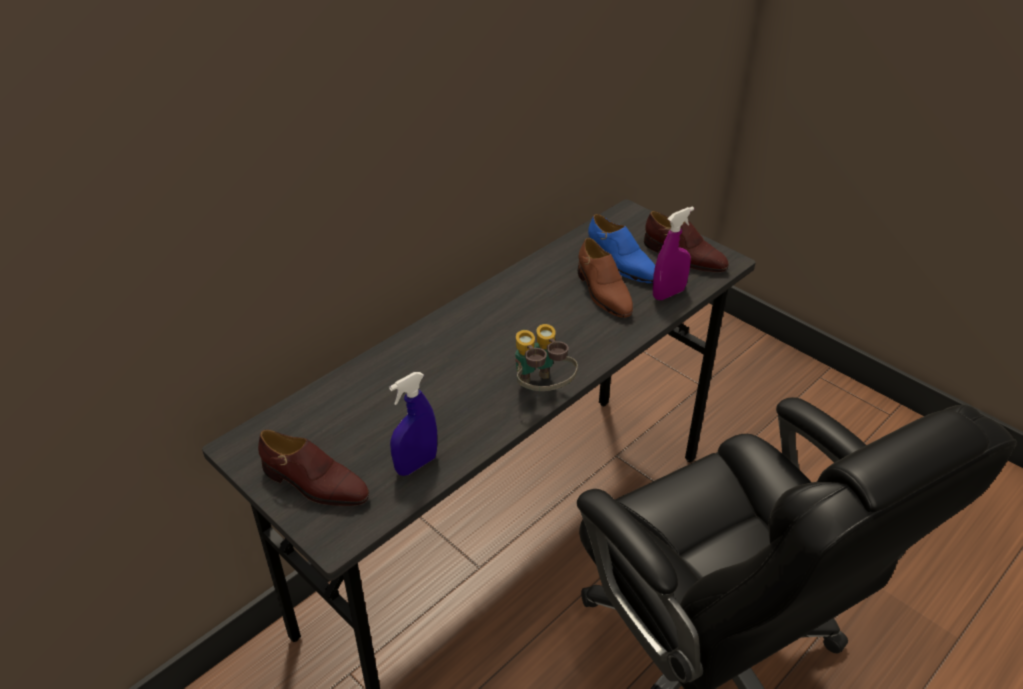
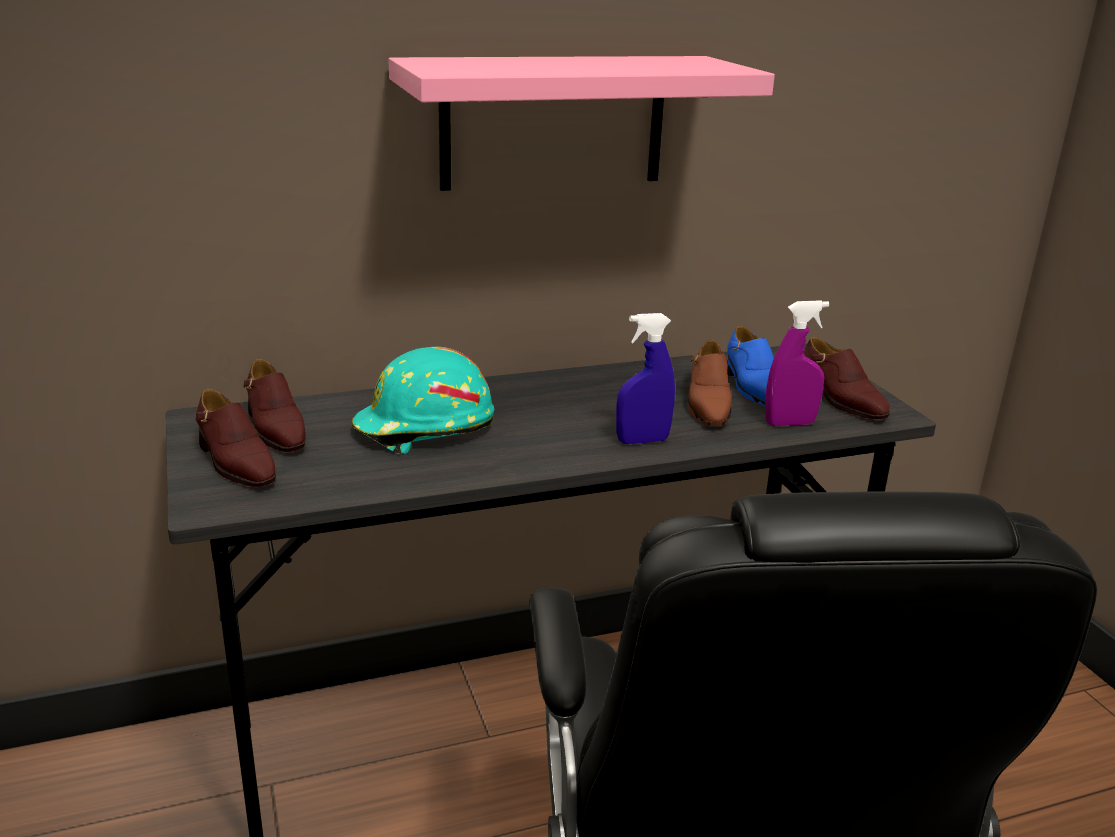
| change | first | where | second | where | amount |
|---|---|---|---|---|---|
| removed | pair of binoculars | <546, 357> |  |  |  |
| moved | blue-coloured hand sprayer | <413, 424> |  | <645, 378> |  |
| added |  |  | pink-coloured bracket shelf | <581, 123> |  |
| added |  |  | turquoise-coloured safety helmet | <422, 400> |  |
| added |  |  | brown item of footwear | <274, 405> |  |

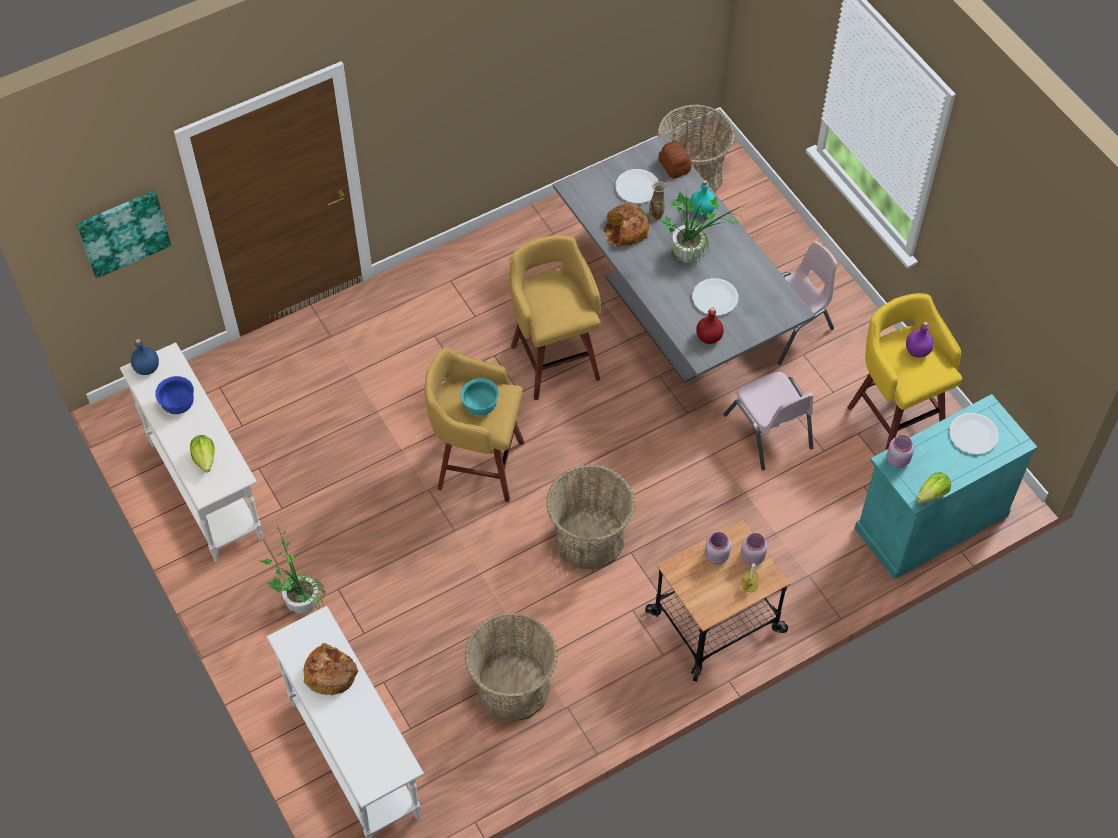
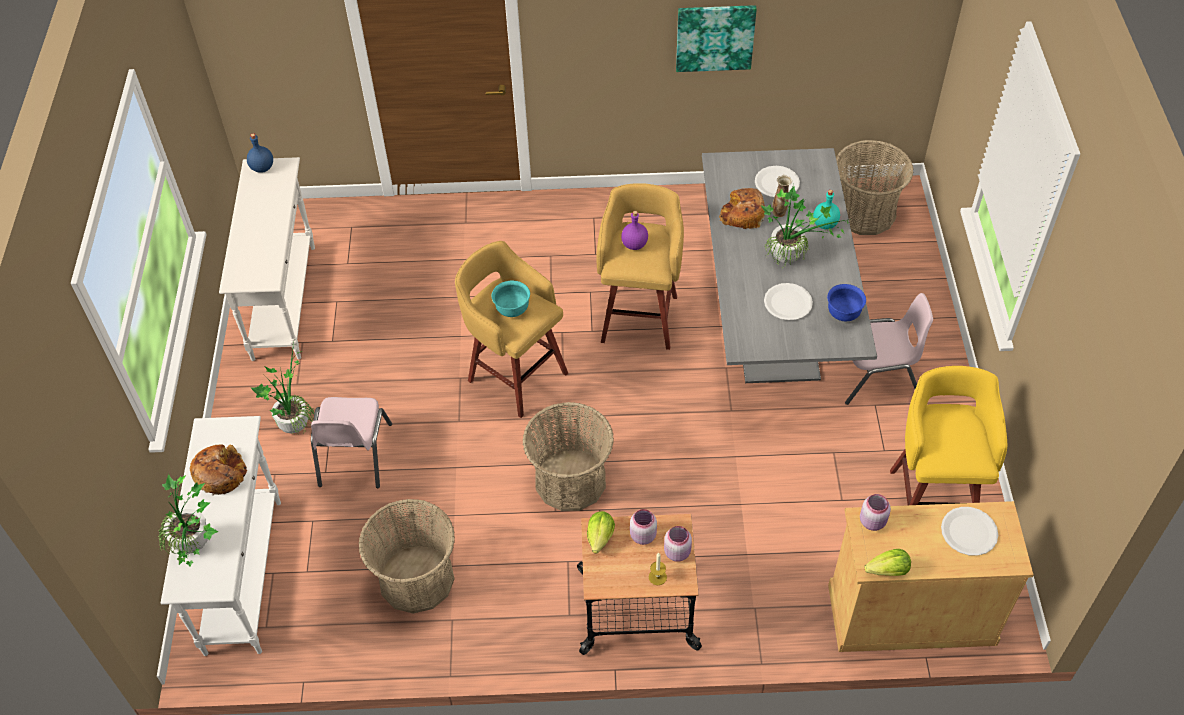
| change | first | where | second | where | amount |
|---|---|---|---|---|---|
| removed | baked bread | <675, 159> |  |  |  |
| moved | wall picture | <123, 235> |  | <716, 38> |  |
| removed | reddish drink bottle | <710, 326> |  |  |  |
| moved | purple-coloured drink bottle | <920, 339> |  | <634, 230> |  |
| moved | pink-coloured upright chair | <768, 421> |  | <351, 442> |  |
| moved | blue-coloured deep dish | <174, 395> |  | <846, 302> |  |
| recoloured | turquoise-coloured cupboard | <946, 486> | beige cupboard | <931, 576> |  |
| moved | lettuce head | <202, 453> |  | <601, 532> |  |
| added |  |  | houseplant | <188, 520> |  |

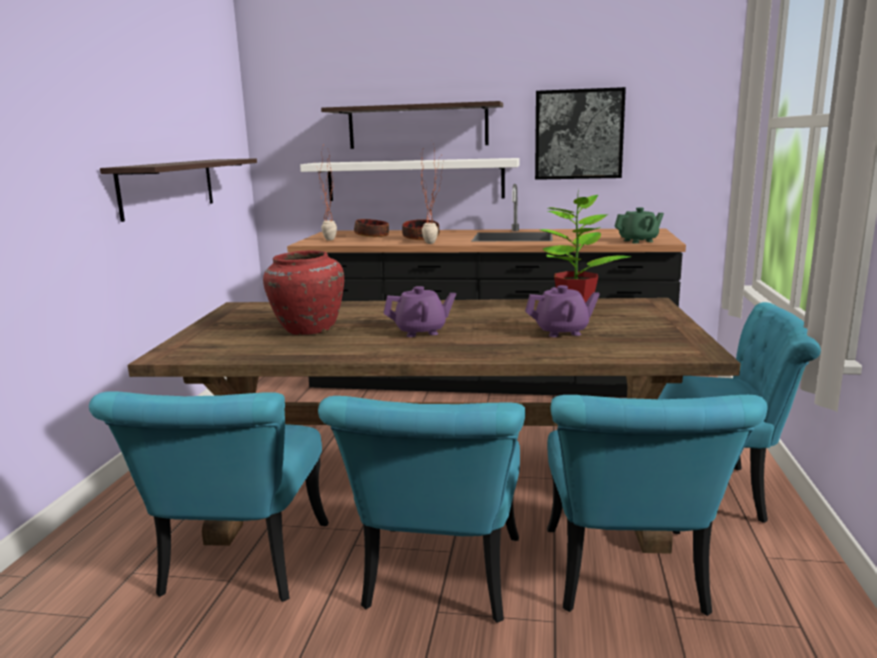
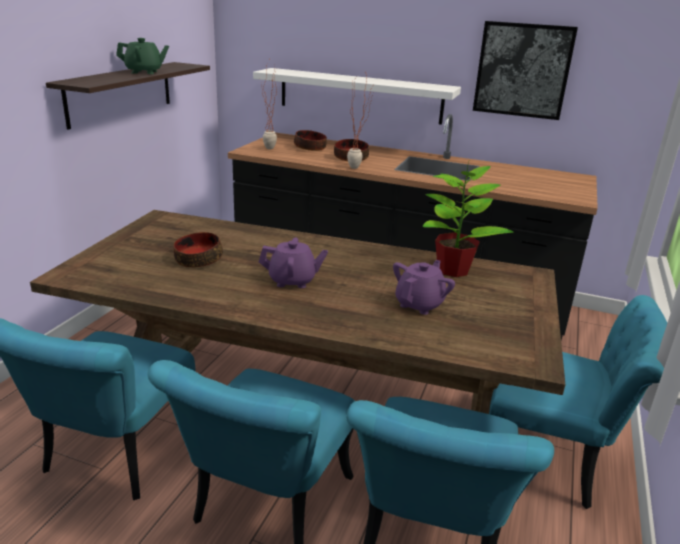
| change | first | where | second | where | amount |
|---|---|---|---|---|---|
| removed | bracket shelf | <412, 125> |  |  |  |
| moved | green teapot | <639, 225> |  | <142, 56> |  |
| replaced | reddish vase | <303, 292> | deep dish | <198, 250> |  |
| turned | purple-coloured teapot | <562, 311> |  | <424, 287> | 60 degrees counterclockwise |

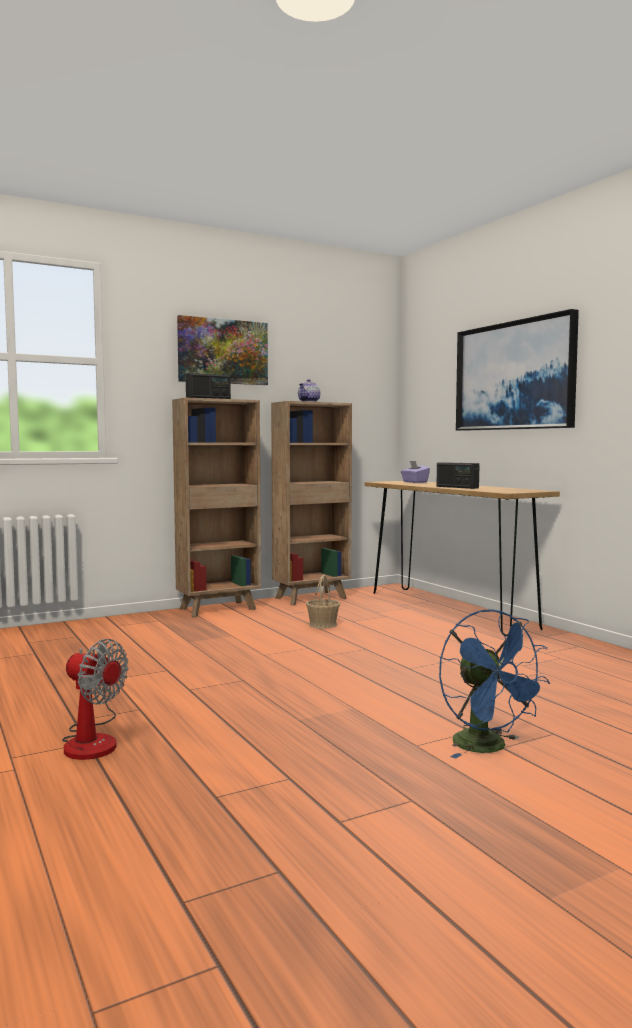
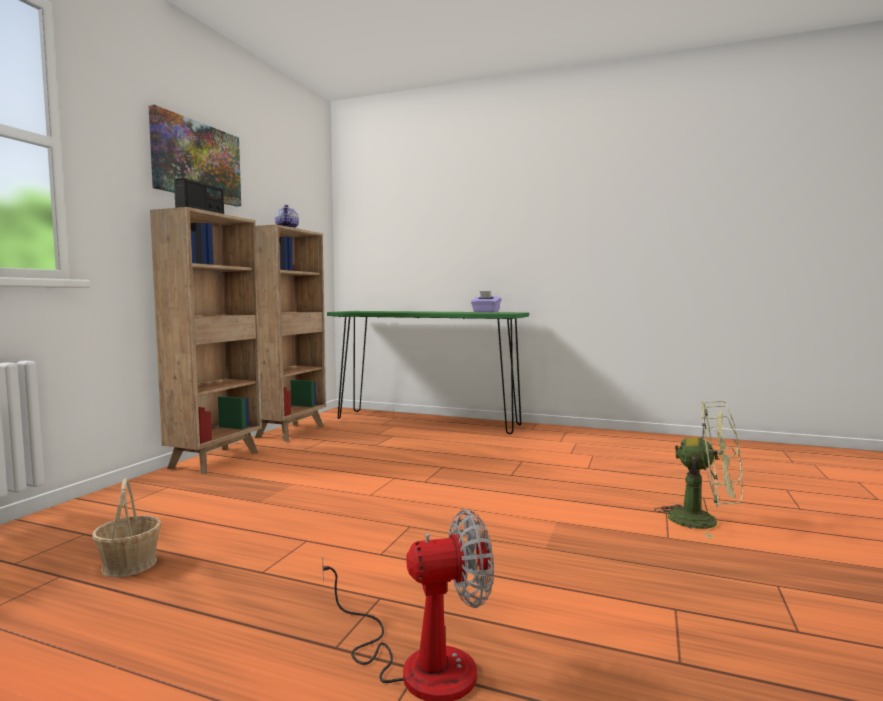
| change | first | where | second | where | amount |
|---|---|---|---|---|---|
| removed | wall picture | <517, 370> |  |  |  |
| moved | purple-coloured box of tissues | <415, 472> |  | <486, 301> |  |
| removed | radio | <458, 475> |  |  |  |
| recoloured | brown hall table | <462, 558> | green hall table | <428, 372> |  |
| moved | basket | <323, 601> |  | <127, 528> |  |
| recoloured | blue-coloured cooling fan | <494, 684> | green cooling fan | <698, 469> |  |

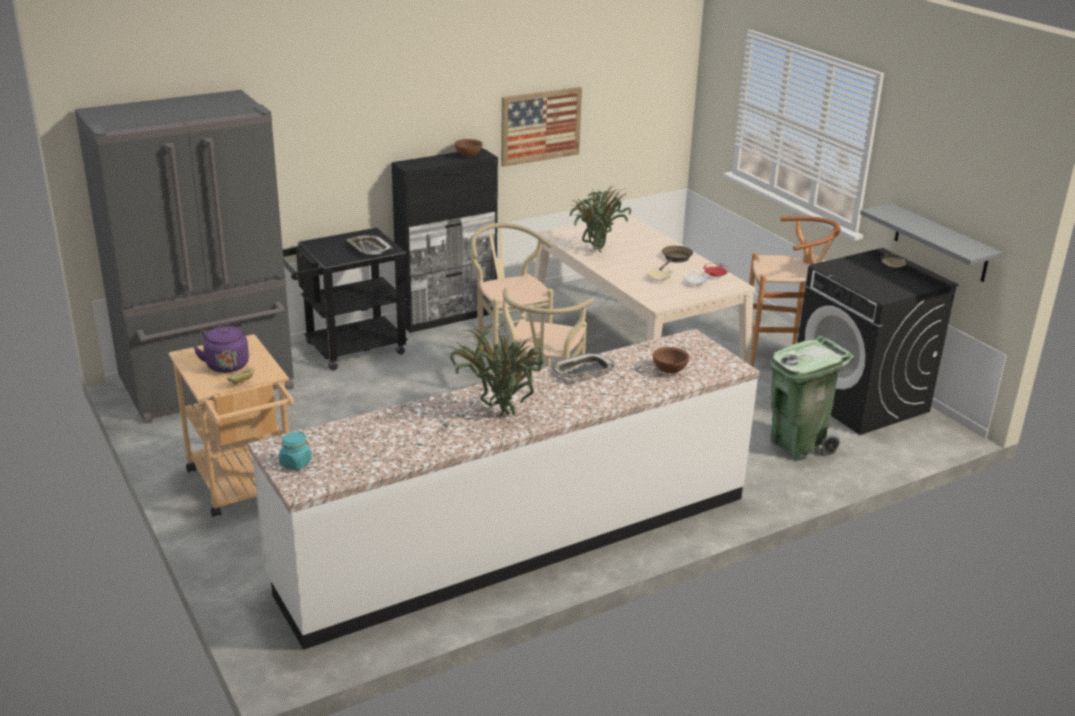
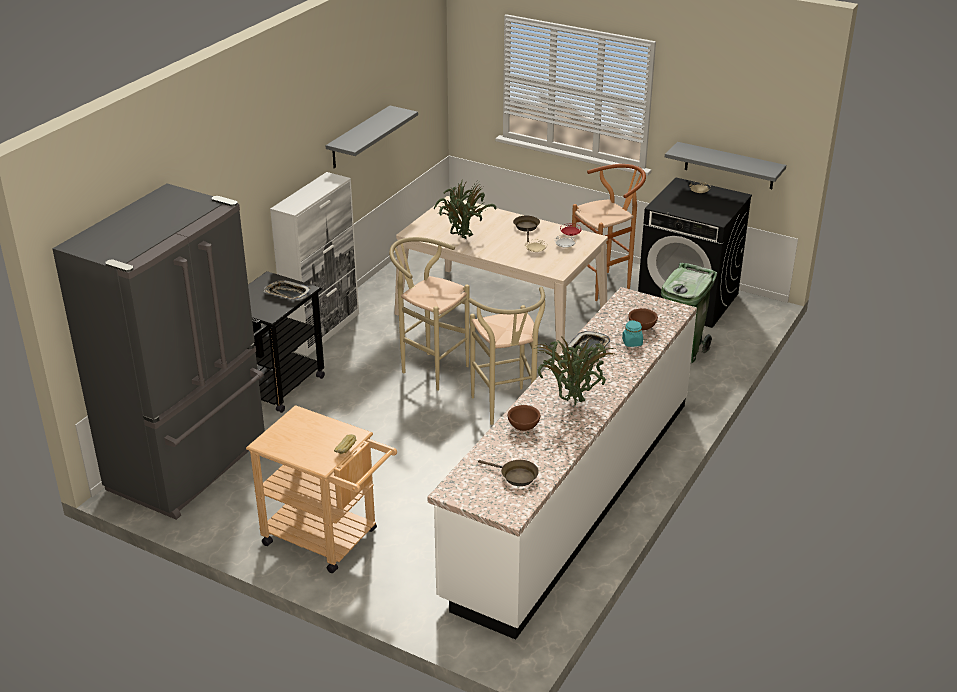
| change | first | where | second | where | amount |
|---|---|---|---|---|---|
| replaced | wall picture | <541, 127> | gray bracket shelf | <372, 137> |  |
| moved | brown deep dish | <468, 148> |  | <524, 418> |  |
| recoloured | blackish cupboard | <444, 240> | whitish cupboard | <314, 264> |  |
| removed | purple-coloured tea kettle | <221, 348> |  |  |  |
| moved | turquoise-coloured jar | <295, 450> |  | <632, 333> |  |
| added |  |  | brown frying pan | <508, 473> |  |

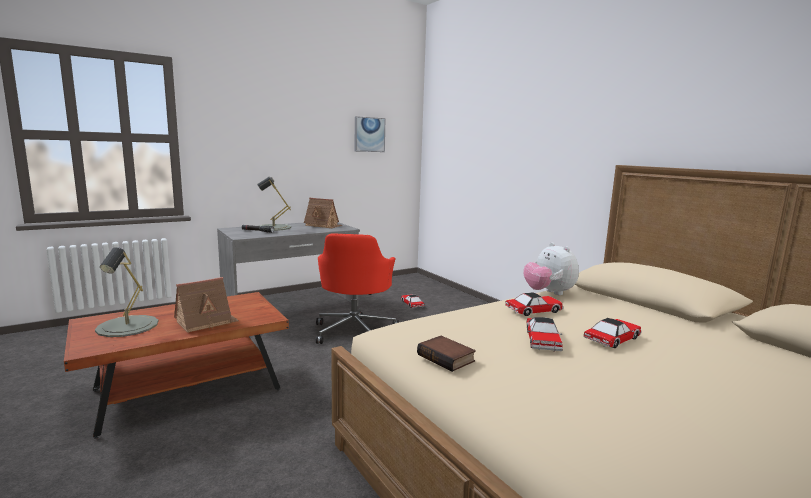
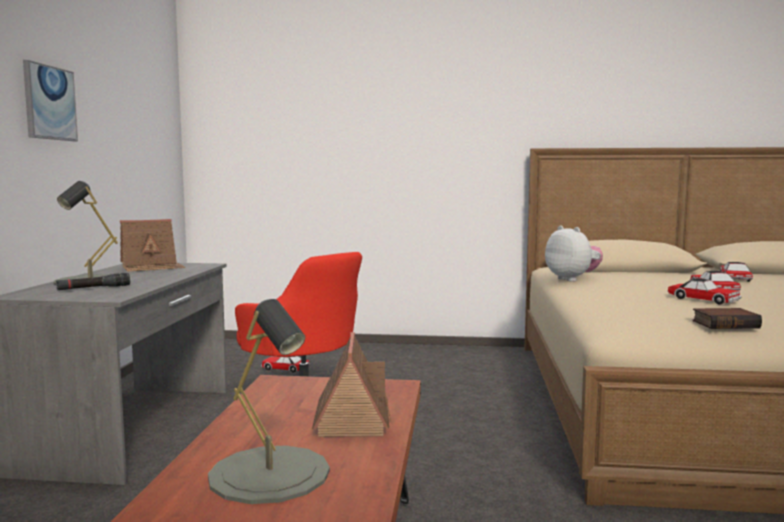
| change | first | where | second | where | amount |
|---|---|---|---|---|---|
| moved | wall picture | <370, 134> |  | <50, 100> |  |
| turned | plush toy | <551, 268> |  | <574, 253> | 135 degrees counterclockwise |
| moved | model car | <534, 304> |  | <736, 272> |  |

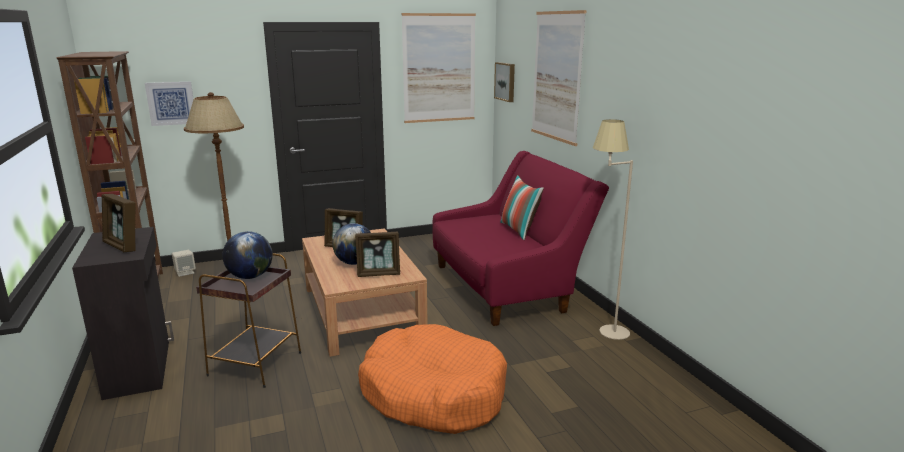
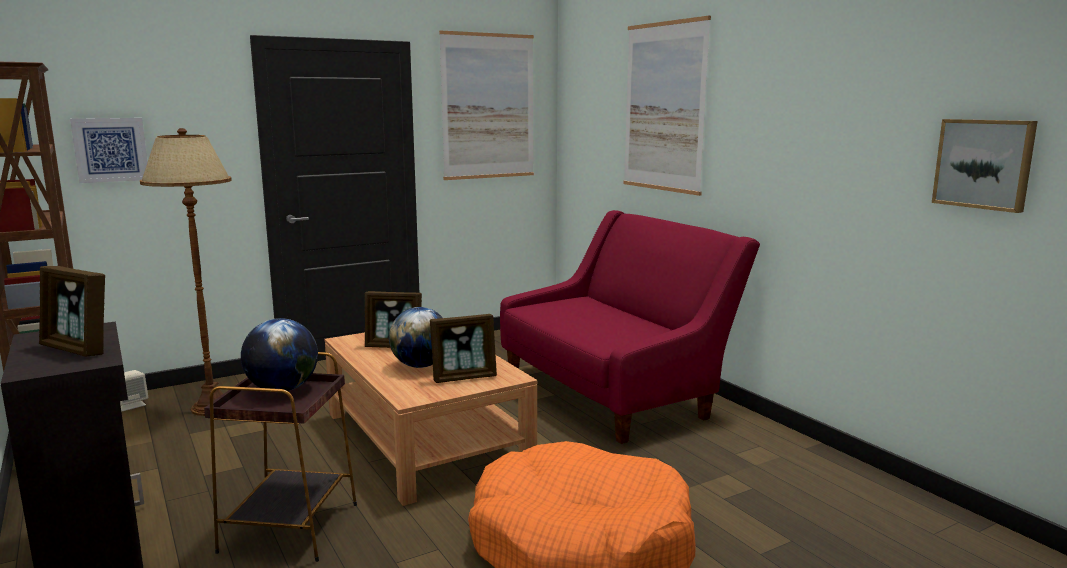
| change | first | where | second | where | amount |
|---|---|---|---|---|---|
| moved | wall picture | <504, 82> |  | <985, 166> |  |
| removed | beige floor lamp | <613, 229> |  |  |  |
| removed | throw pillow | <522, 207> |  |  |  |

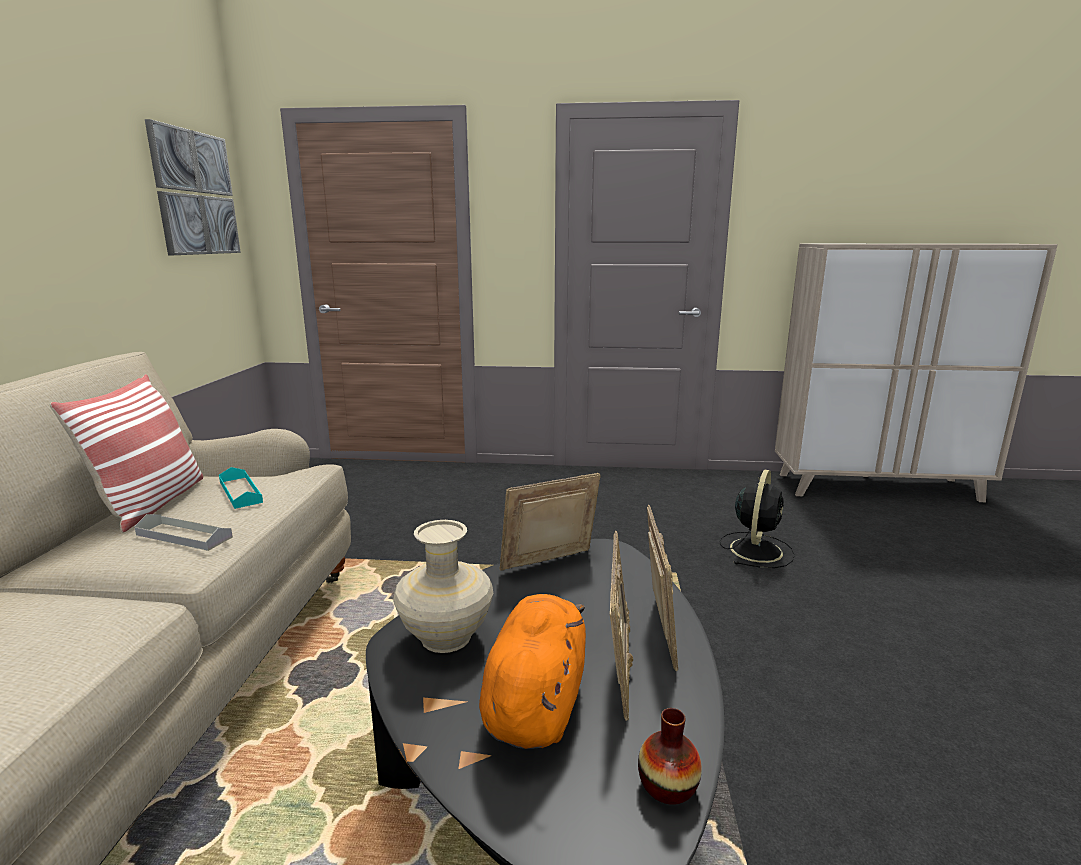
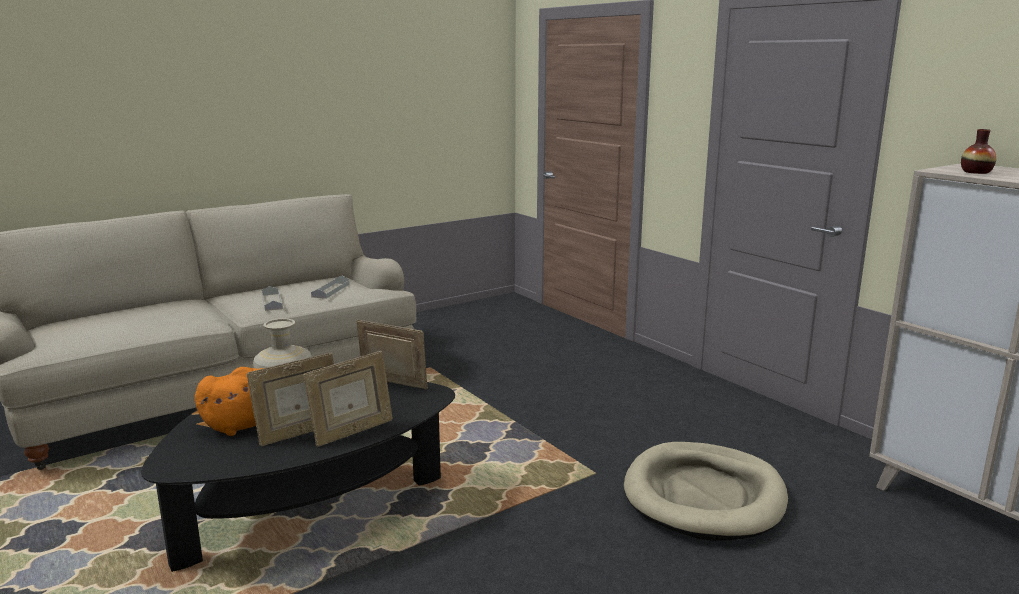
| change | first | where | second | where | amount |
|---|---|---|---|---|---|
| removed | wall picture | <193, 187> |  |  |  |
| removed | throw pillow | <126, 453> |  |  |  |
| recoloured | turquoise-coloured serving tray | <241, 488> | gray serving tray | <330, 287> |  |
| replaced | blackish cooling fan | <757, 519> | beige dog cushion | <706, 491> |  |
| moved | vase | <670, 756> |  | <978, 151> |  |

